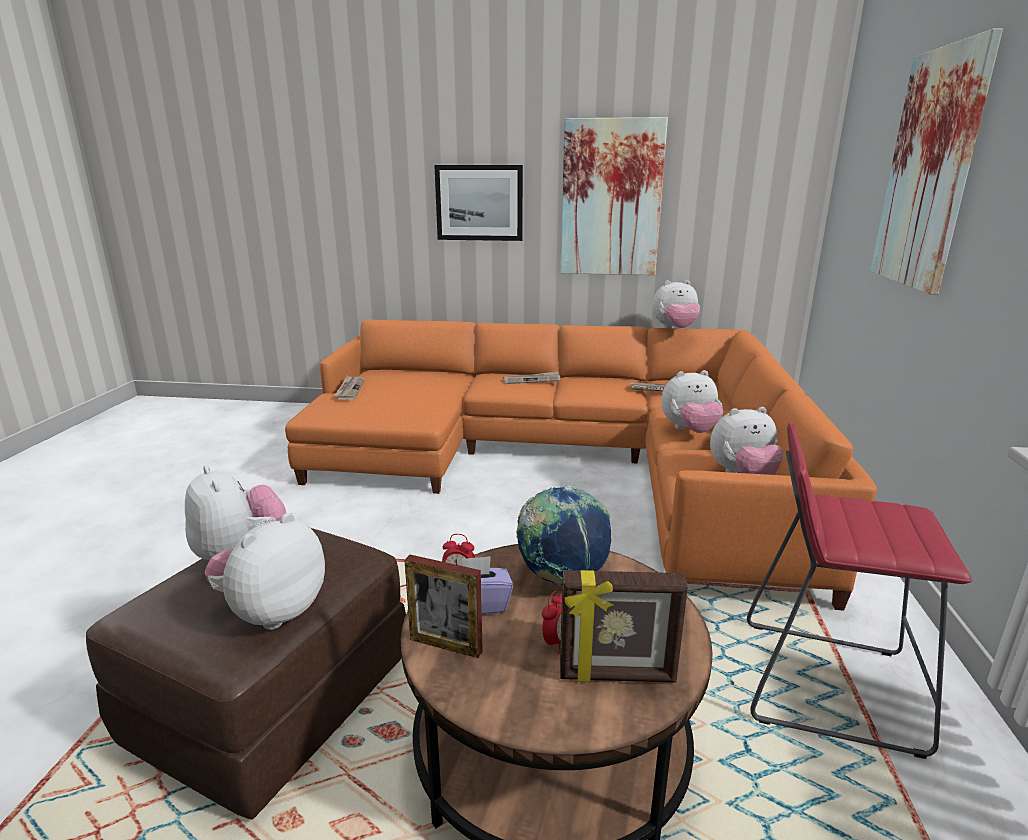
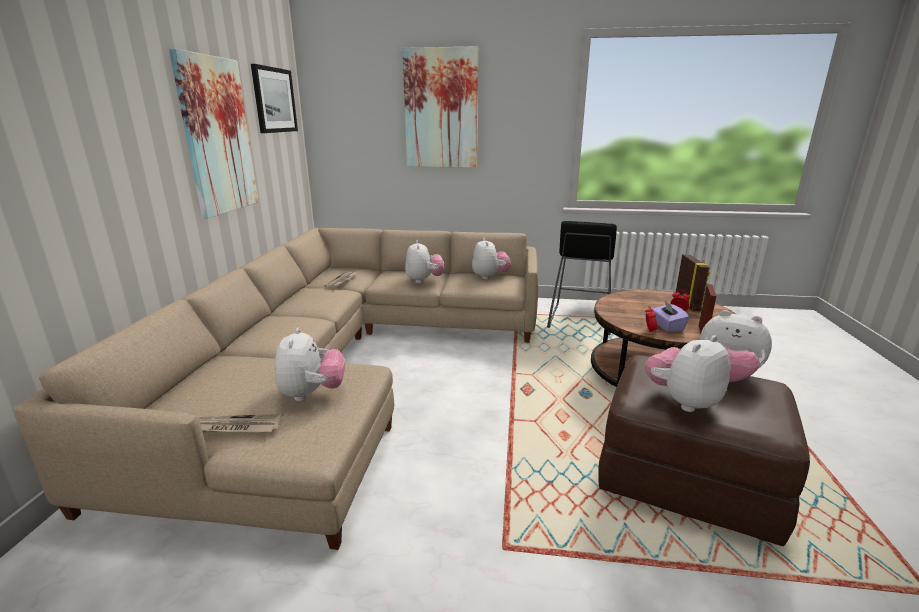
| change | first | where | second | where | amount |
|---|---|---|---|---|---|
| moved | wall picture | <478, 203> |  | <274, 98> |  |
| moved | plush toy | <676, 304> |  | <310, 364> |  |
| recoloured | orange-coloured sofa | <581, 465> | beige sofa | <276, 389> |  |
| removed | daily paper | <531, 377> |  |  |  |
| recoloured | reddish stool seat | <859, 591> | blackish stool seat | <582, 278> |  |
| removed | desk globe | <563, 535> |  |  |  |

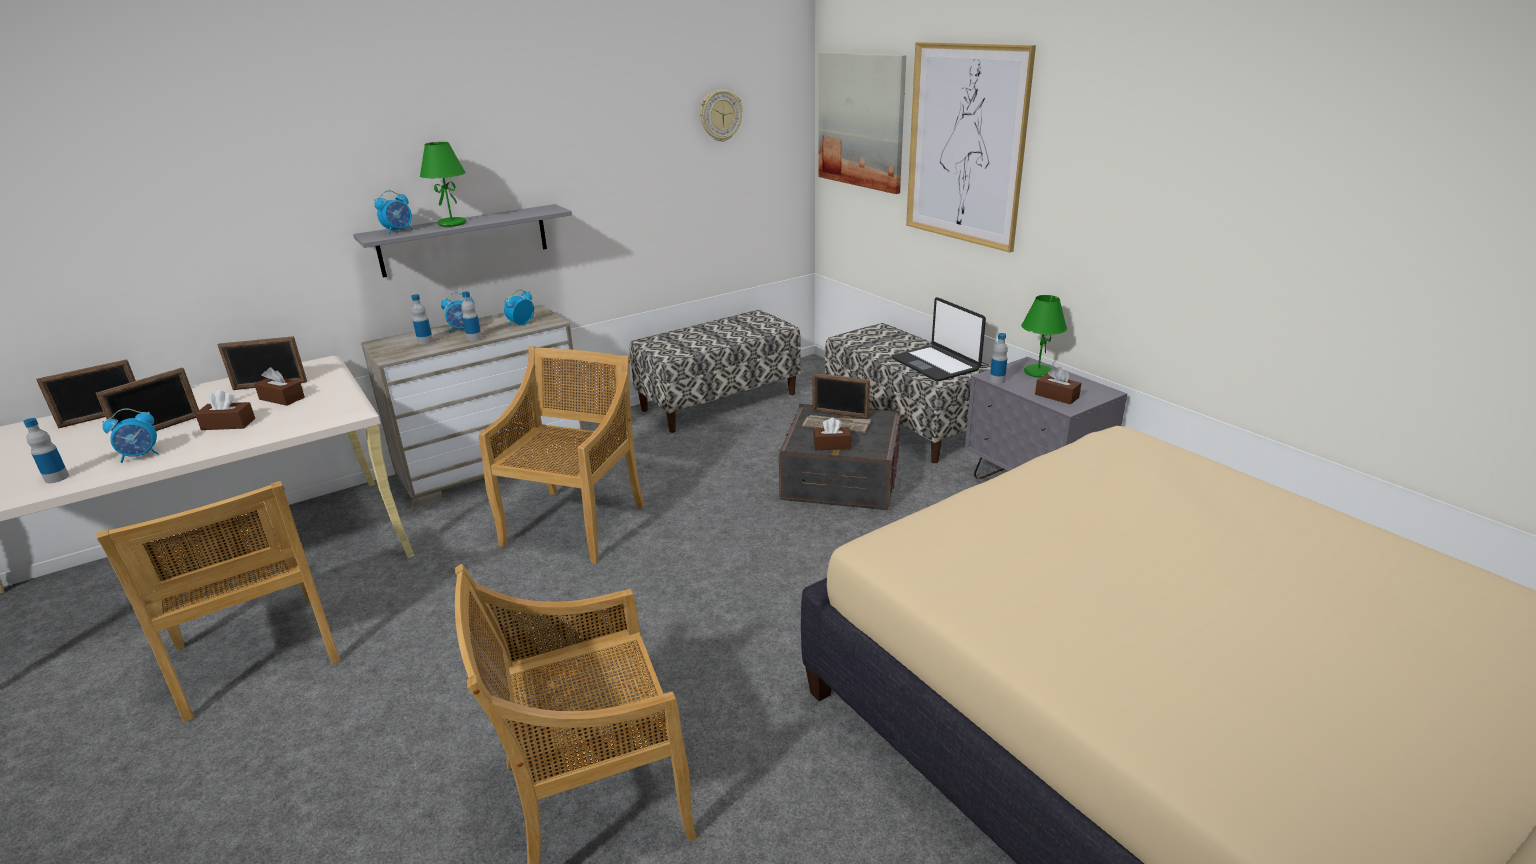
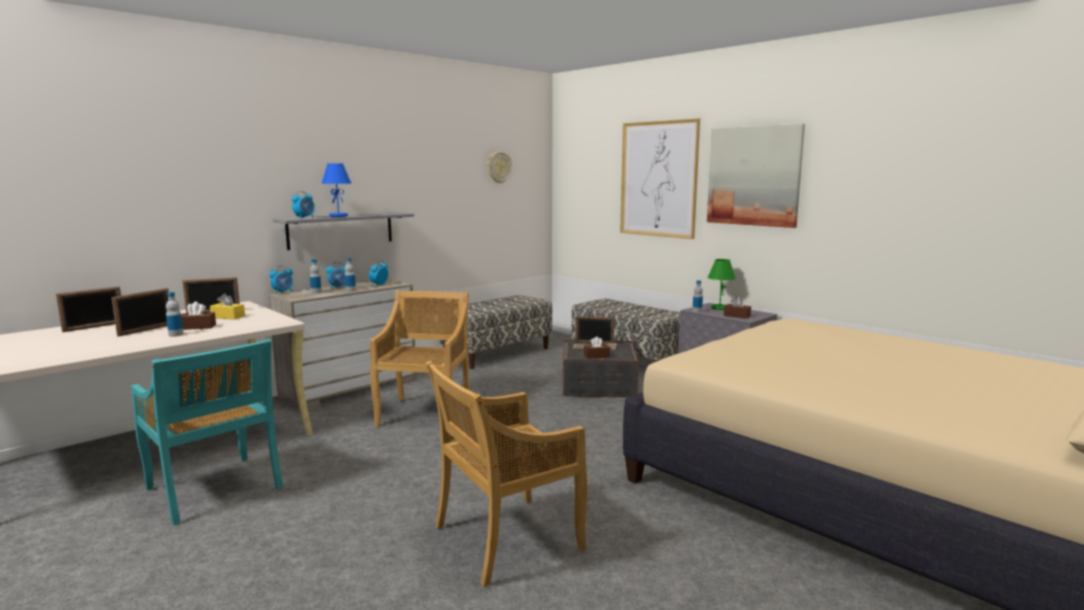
| change | first | where | second | where | amount |
|---|---|---|---|---|---|
| moved | wall picture | <862, 123> |  | <756, 176> |  |
| recoloured | green table lamp | <443, 184> | blue-coloured table lamp | <336, 190> |  |
| removed | notebook computer | <939, 339> |  |  |  |
| recoloured | brown box of tissues | <279, 386> | yellow box of tissues | <227, 306> |  |
| moved | alarm clock | <130, 435> |  | <281, 280> |  |
| moved | drink bottle | <46, 450> |  | <175, 314> |  |
| recoloured | beige upright chair | <218, 602> | turquoise-coloured upright chair | <207, 432> |  |

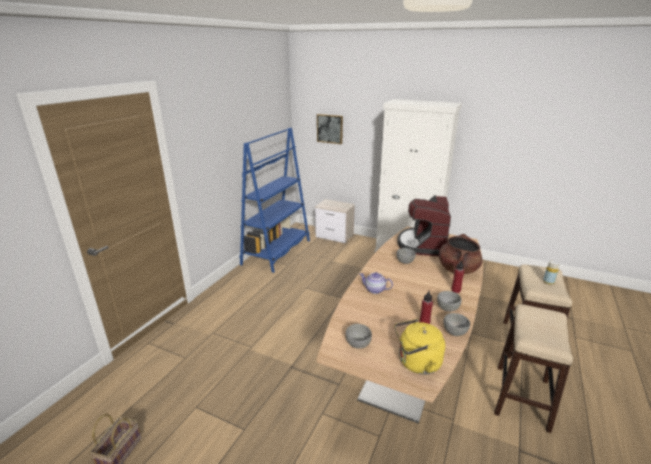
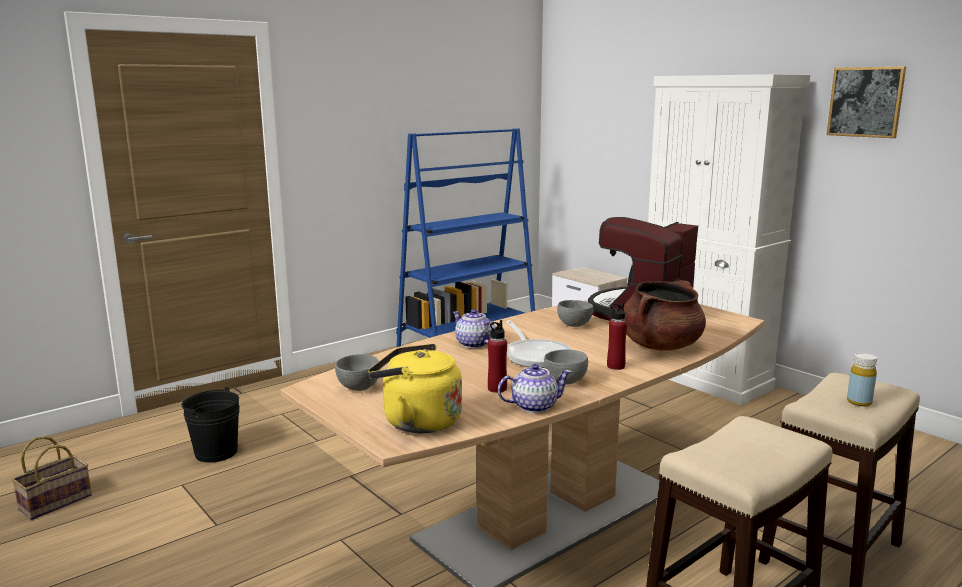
| change | first | where | second | where | amount |
|---|---|---|---|---|---|
| moved | wall picture | <330, 129> |  | <866, 102> |  |
| replaced | gray deep dish | <456, 324> | teapot | <535, 388> |  |
| added |  |  | frying pan | <539, 344> |  |
| added |  |  | blackish bucket | <211, 425> |  |

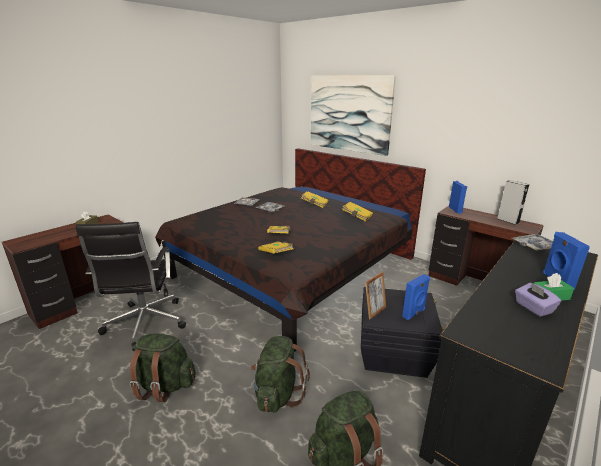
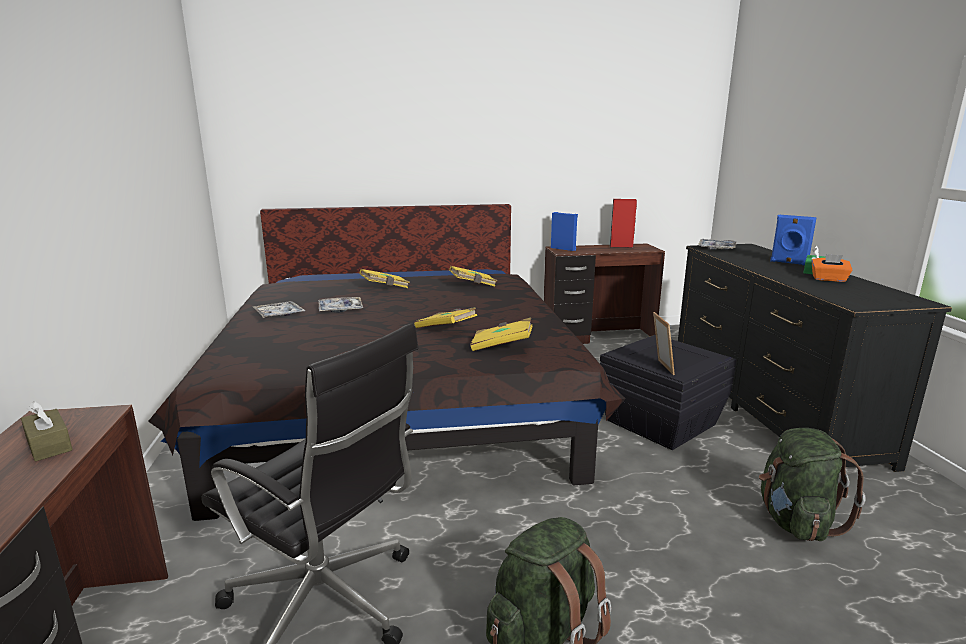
| change | first | where | second | where | amount |
|---|---|---|---|---|---|
| removed | wall picture | <353, 115> |  |  |  |
| recoloured | gray speaker | <513, 202> | reddish speaker | <623, 223> |  |
| removed | blue-coloured speaker | <416, 297> |  |  |  |
| recoloured | purple-coloured box of tissues | <538, 299> | orange-coloured box of tissues | <832, 268> |  |
| removed | green rucksack | <280, 374> |  |  |  |

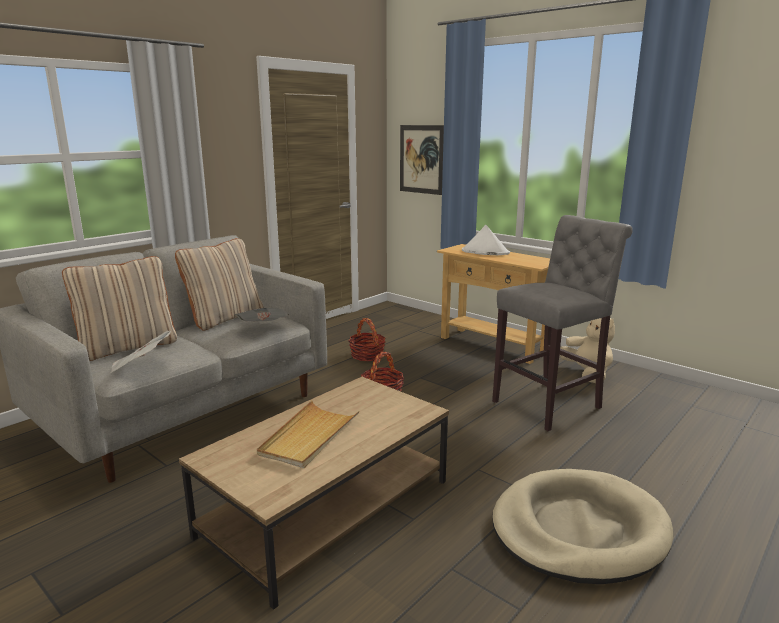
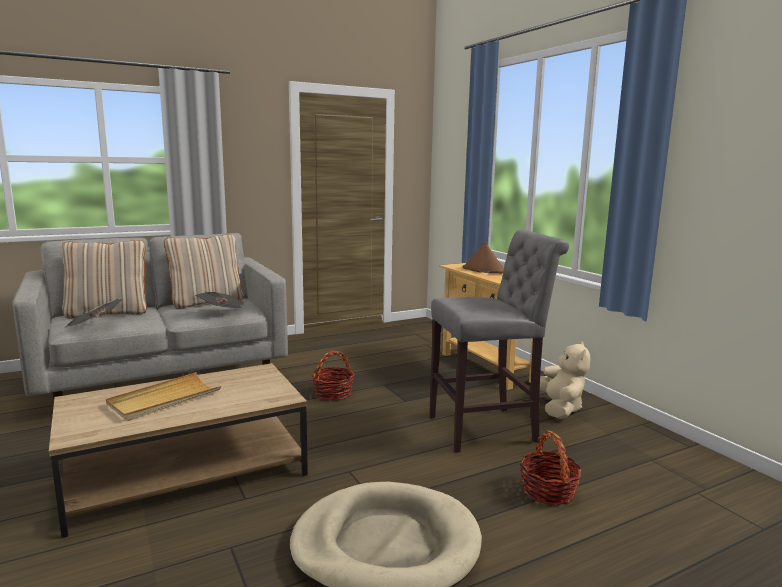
| change | first | where | second | where | amount |
|---|---|---|---|---|---|
| removed | wall picture | <422, 160> |  |  |  |
| recoloured | whitish wearable hat | <486, 240> | brown wearable hat | <483, 258> |  |
| moved | basket | <367, 339> |  | <551, 467> |  |

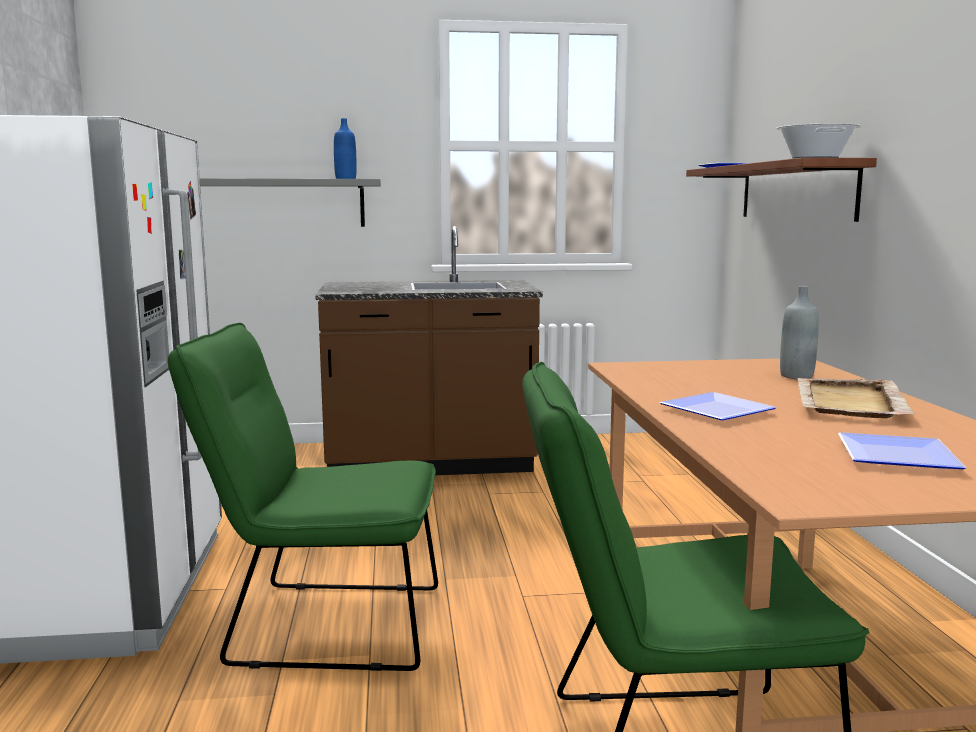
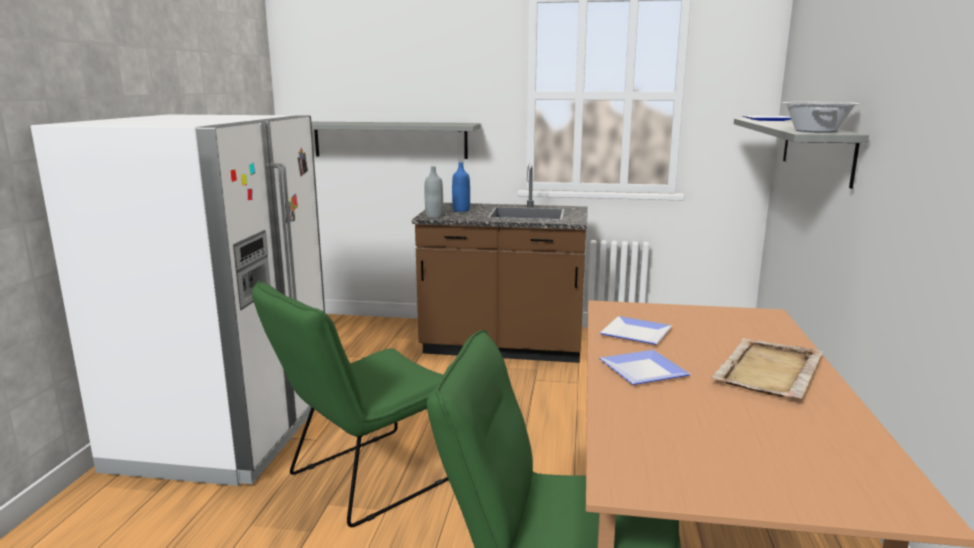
| change | first | where | second | where | amount |
|---|---|---|---|---|---|
| moved | blue-coloured drink bottle | <345, 148> |  | <461, 187> |  |
| recoloured | brown bracket shelf | <781, 189> | gray bracket shelf | <801, 154> |  |
| moved | gray drink bottle | <799, 332> |  | <434, 192> |  |
| turned | green upright chair | <303, 497> |  | <350, 403> | 60 degrees counterclockwise |
| moved | dinner plate | <902, 450> |  | <636, 330> |  |

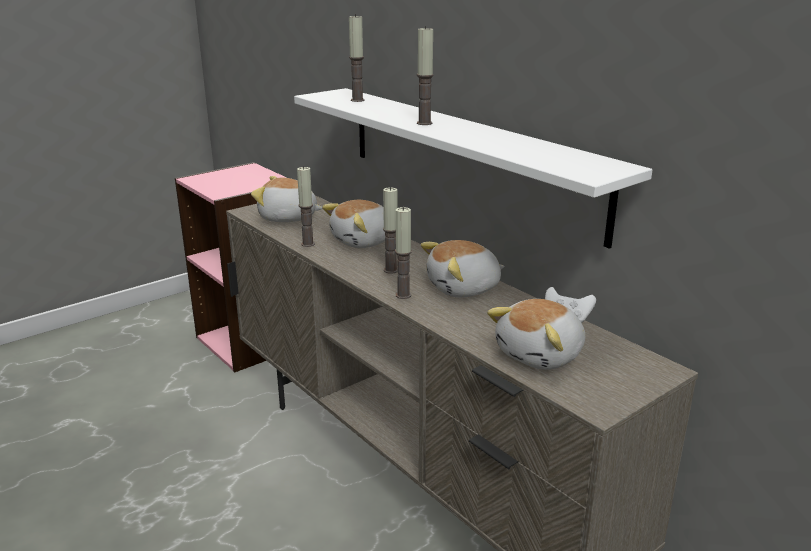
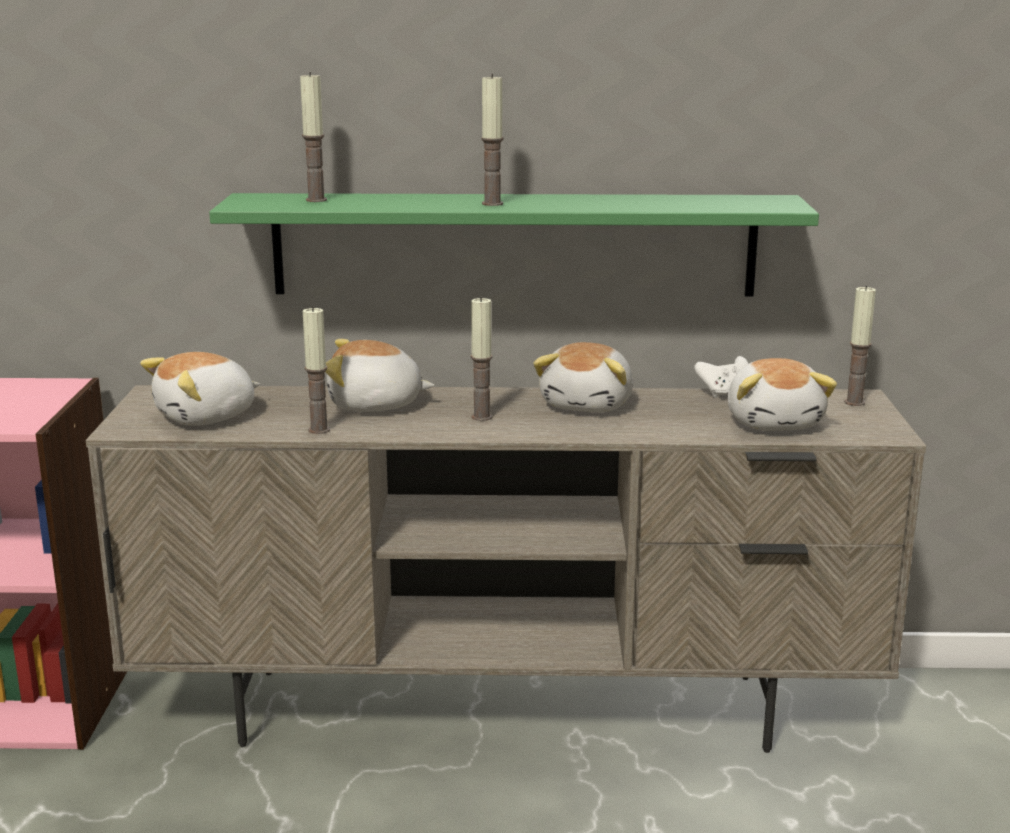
| change | first | where | second | where | amount |
|---|---|---|---|---|---|
| recoloured | whitish bracket shelf | <473, 168> | green bracket shelf | <514, 245> |  |
| turned | plush toy | <353, 224> |  | <380, 375> | 90 degrees clockwise |
| moved | candle | <403, 253> |  | <860, 345> |  |

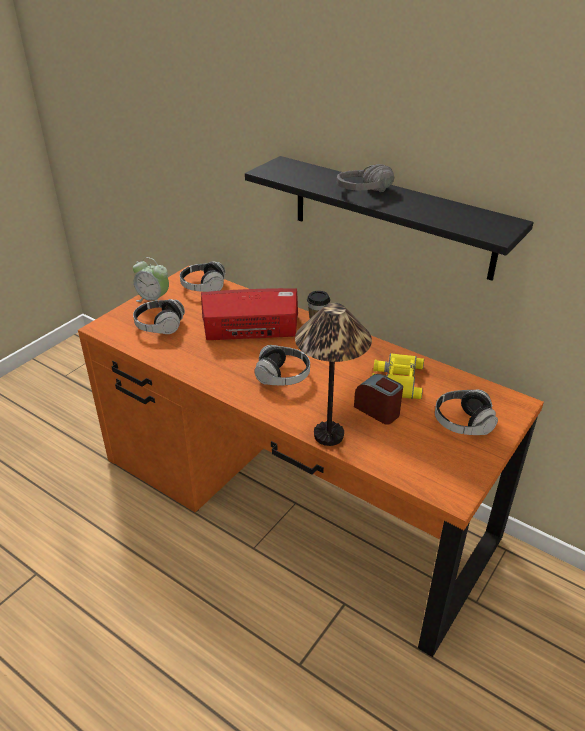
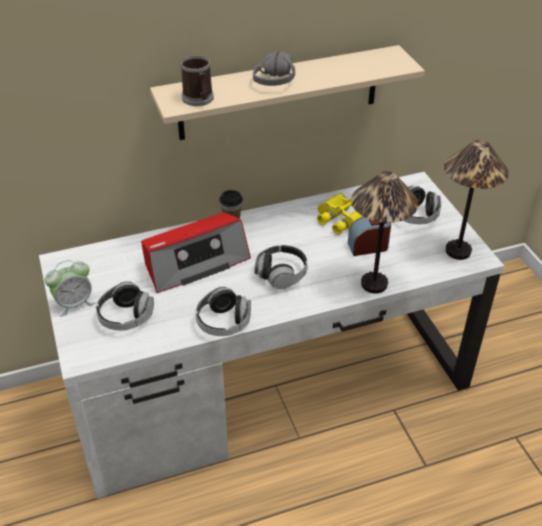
| change | first | where | second | where | amount |
|---|---|---|---|---|---|
| recoloured | blackish bracket shelf | <389, 218> | beige bracket shelf | <287, 92> |  |
| moved | headphones | <203, 276> |  | <223, 311> |  |
| recoloured | orange-coloured desk unit | <311, 461> | whitish desk unit | <271, 335> |  |
| turned | radio | <249, 314> |  | <196, 252> | 150 degrees counterclockwise |
| added |  |  | tea mug | <197, 80> |  |
| added |  |  | table lamp | <476, 200> |  |

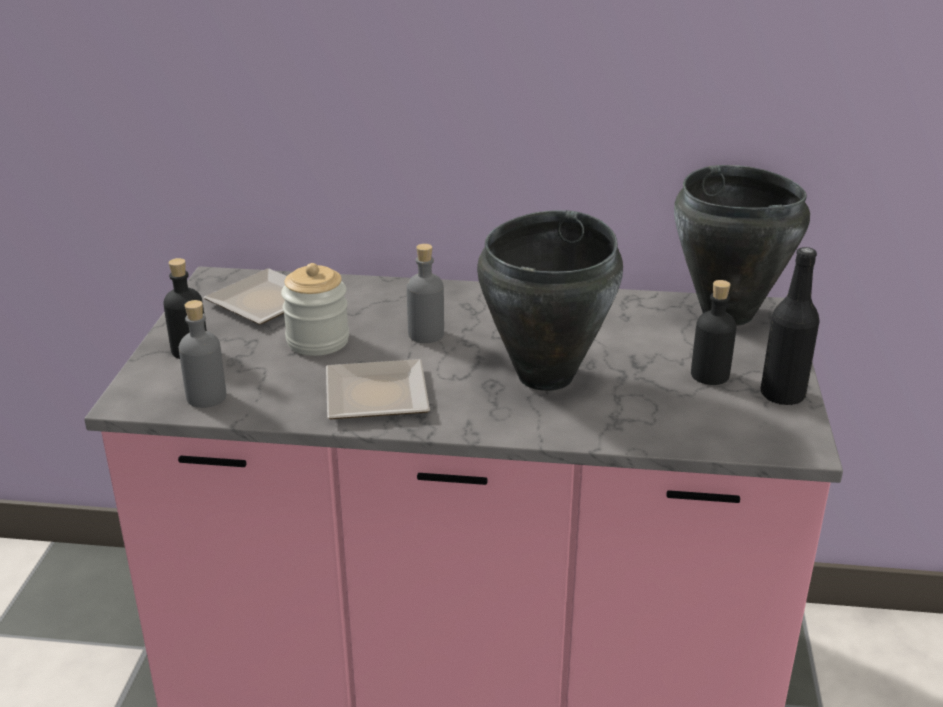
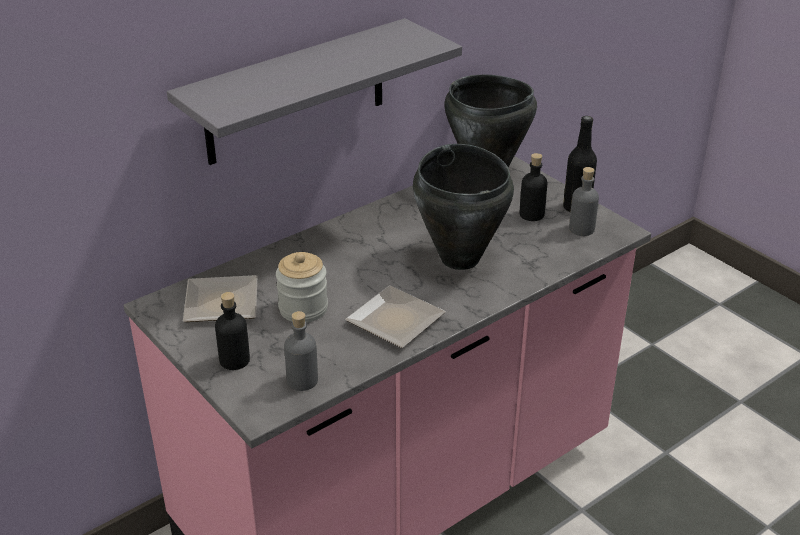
| change | first | where | second | where | amount |
|---|---|---|---|---|---|
| moved | gray drink bottle | <425, 293> |  | <584, 201> |  |
| added |  |  | gray bracket shelf | <314, 91> |  |

